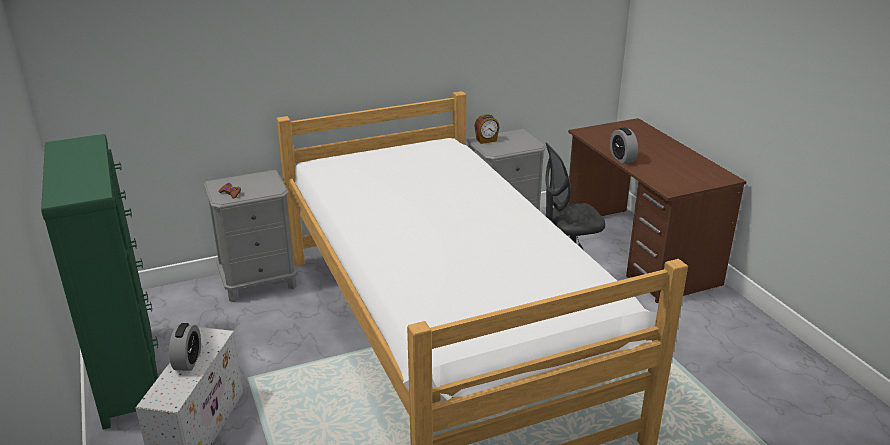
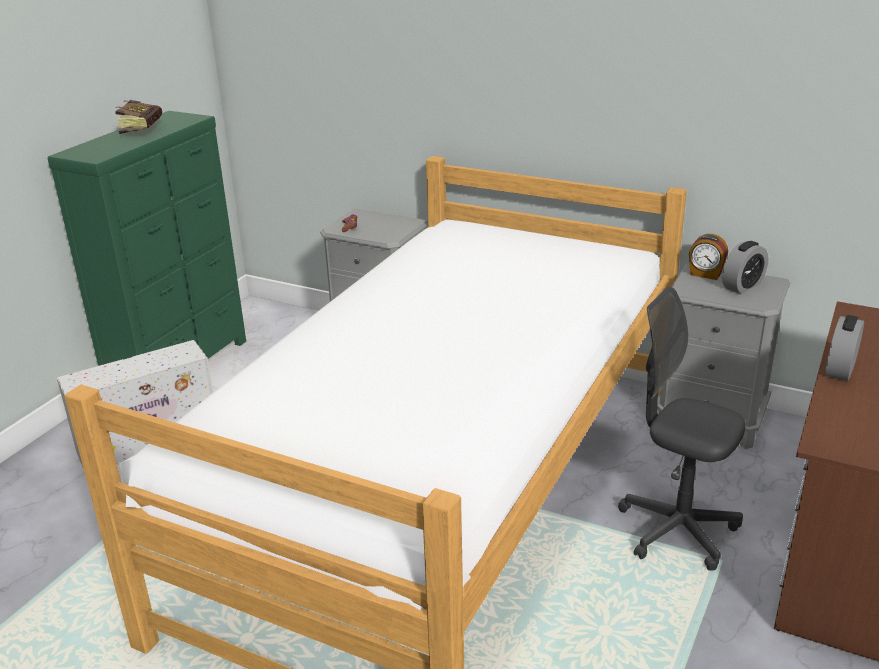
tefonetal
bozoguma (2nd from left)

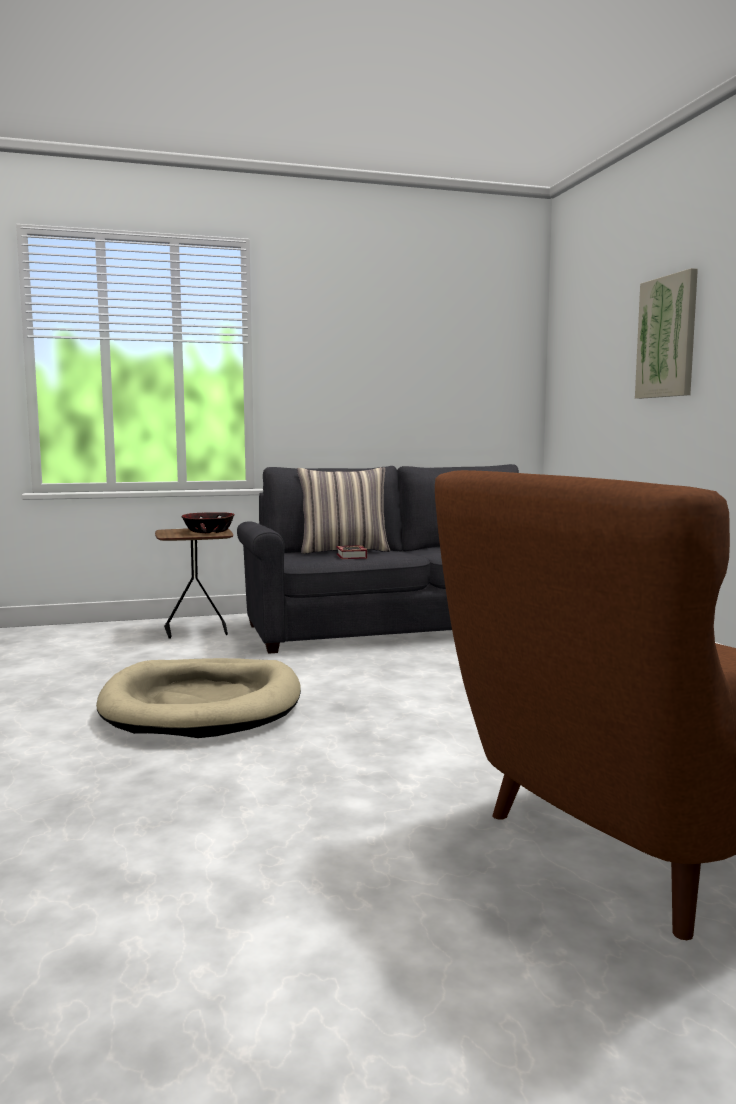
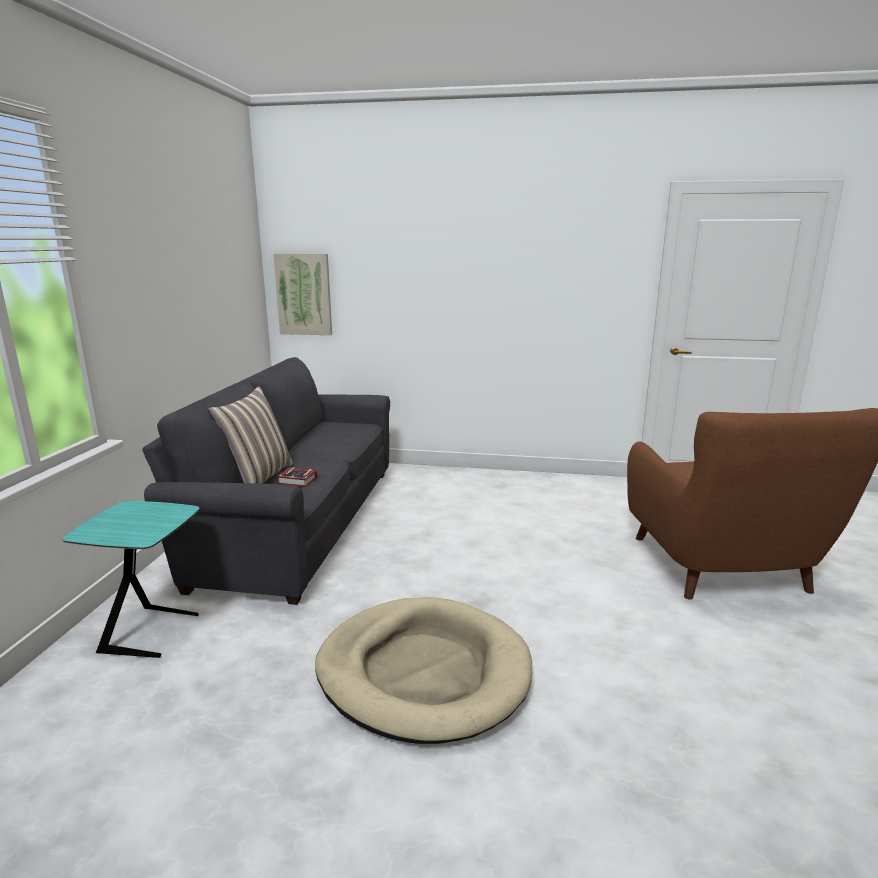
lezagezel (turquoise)
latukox
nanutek

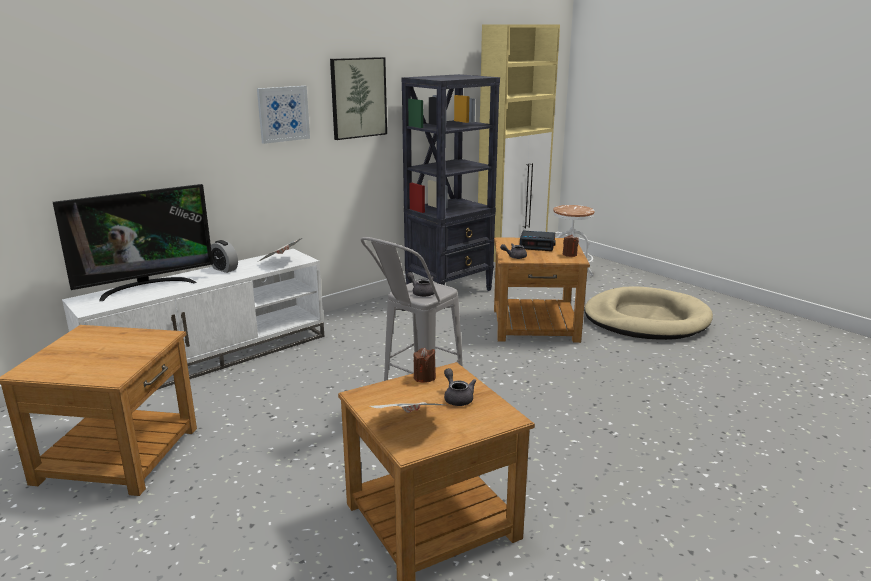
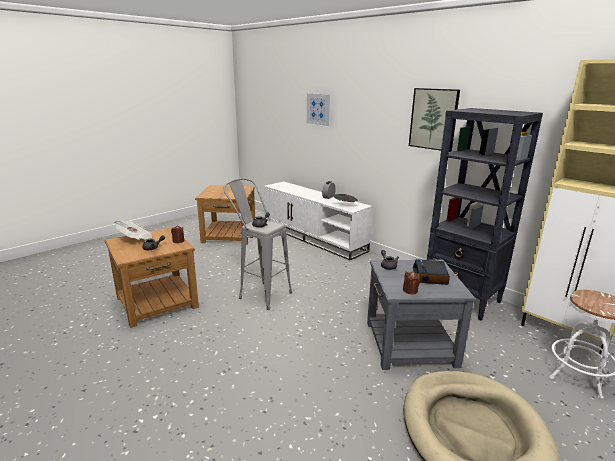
latukox (1st from left)
lezagezel (grey)
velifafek

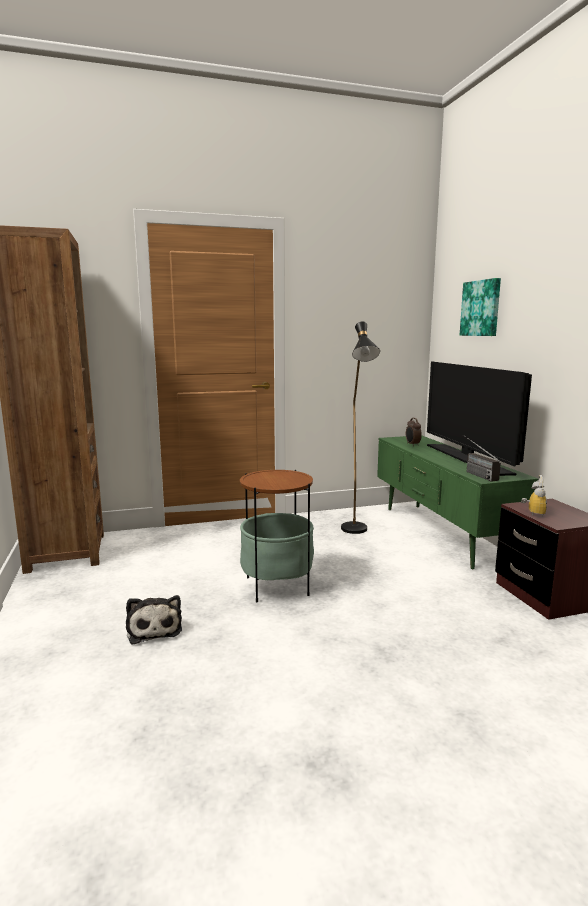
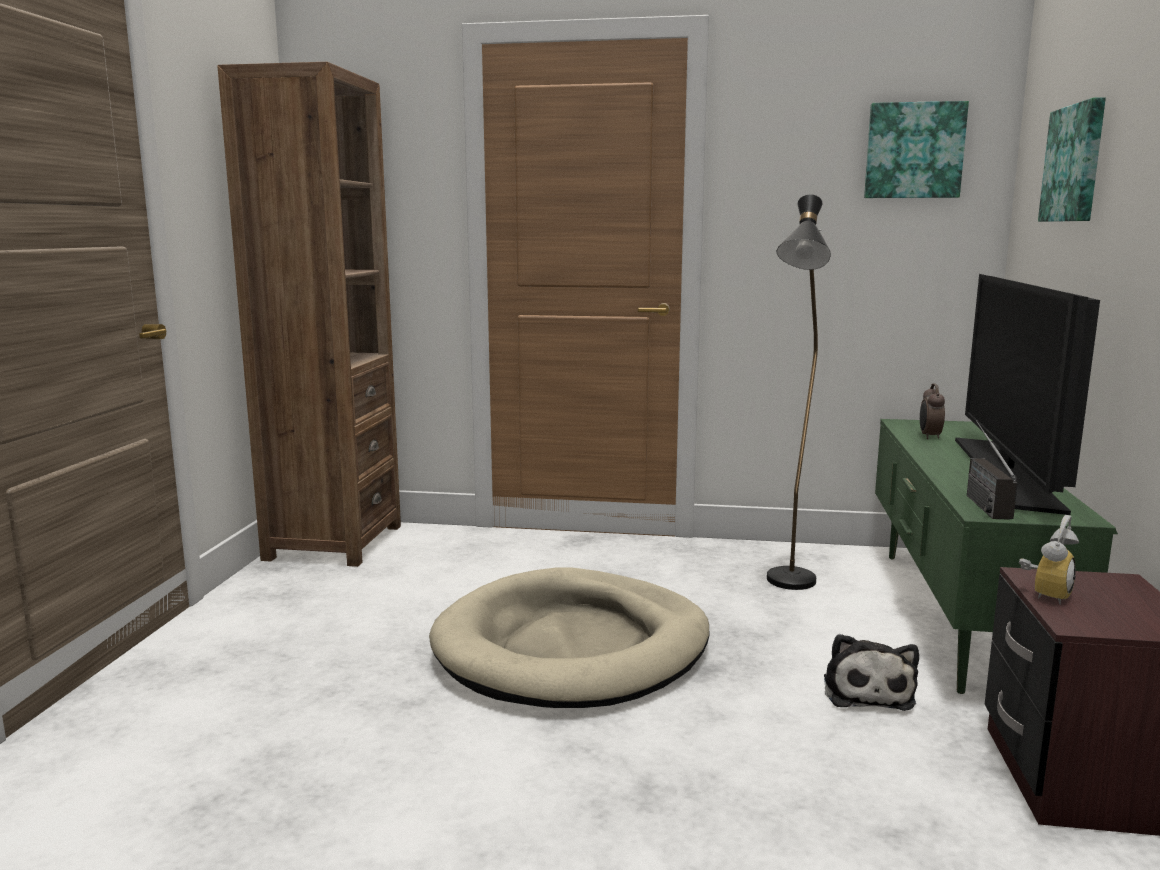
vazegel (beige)
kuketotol
latukox (1st from left)

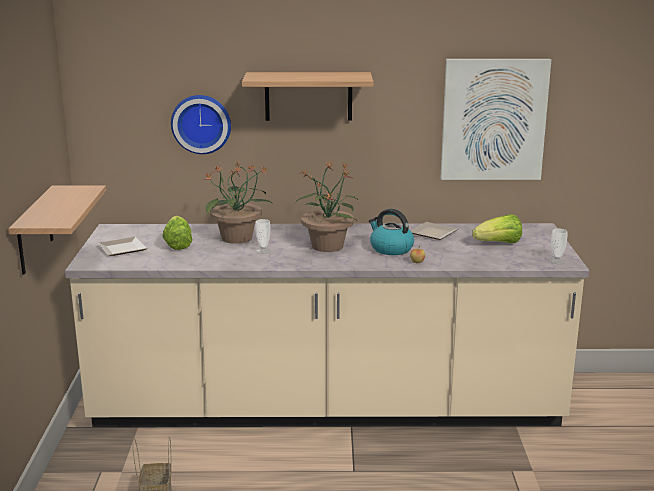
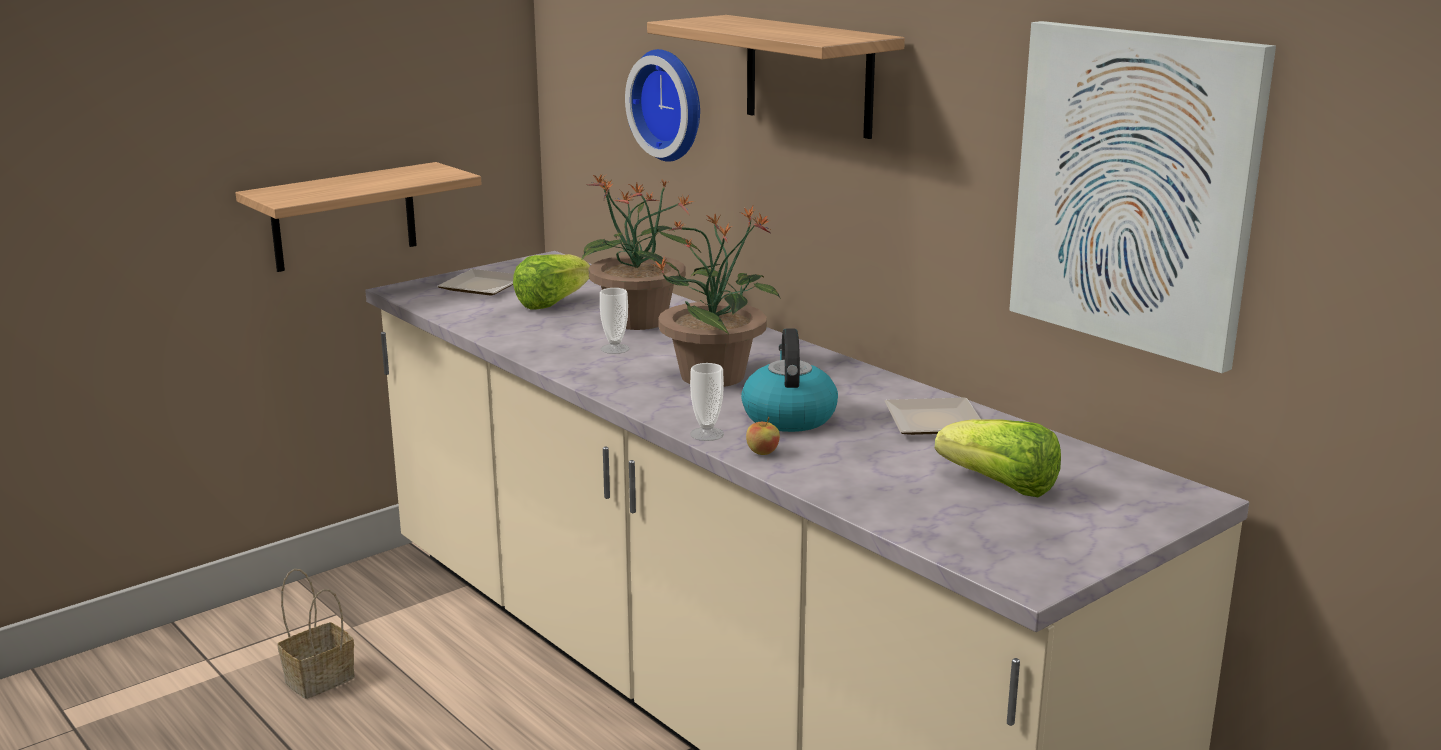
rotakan (2nd from left)

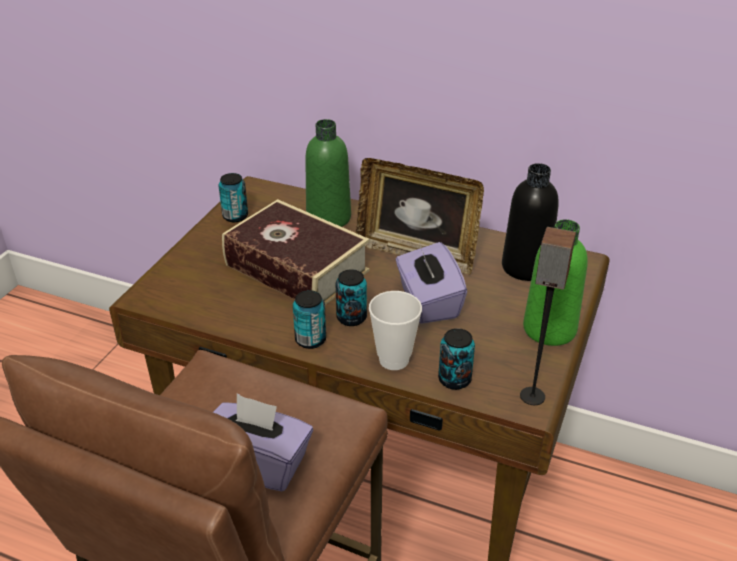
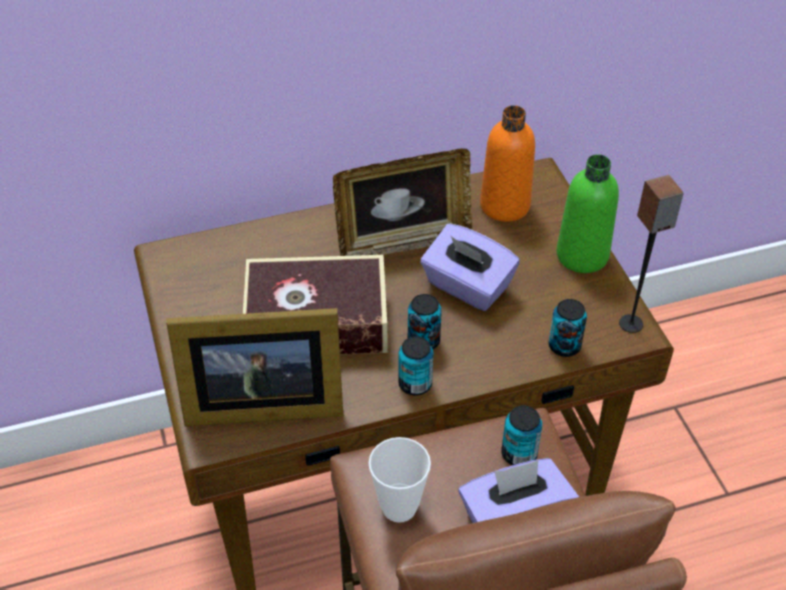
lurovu (1st from left)
rotakan
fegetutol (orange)
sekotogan (3rd from left)
fegetutol (green) (1st from left in the first image)

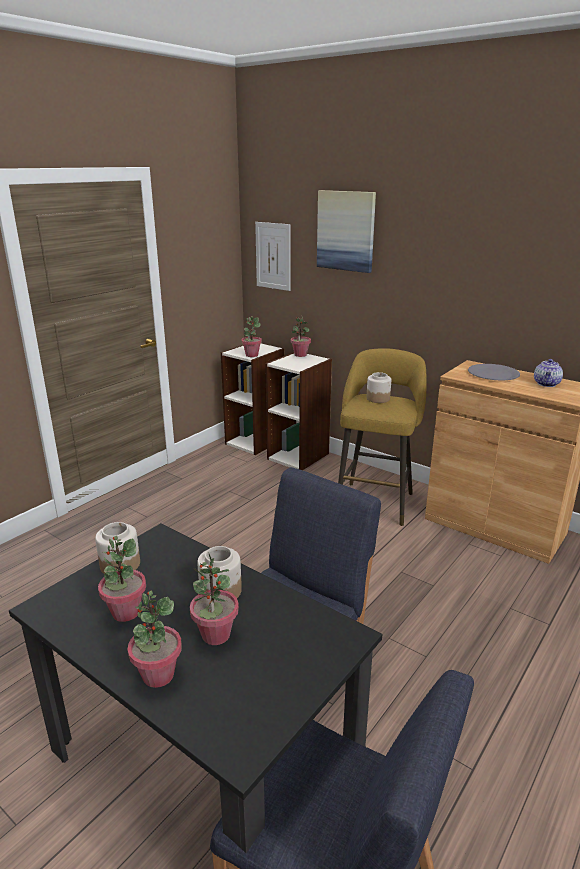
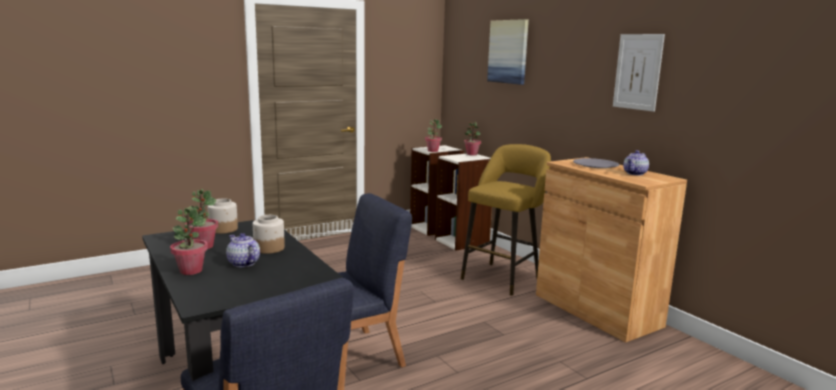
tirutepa (1st from left)
latukox (2nd from left)
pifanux (3rd from left in the first image)

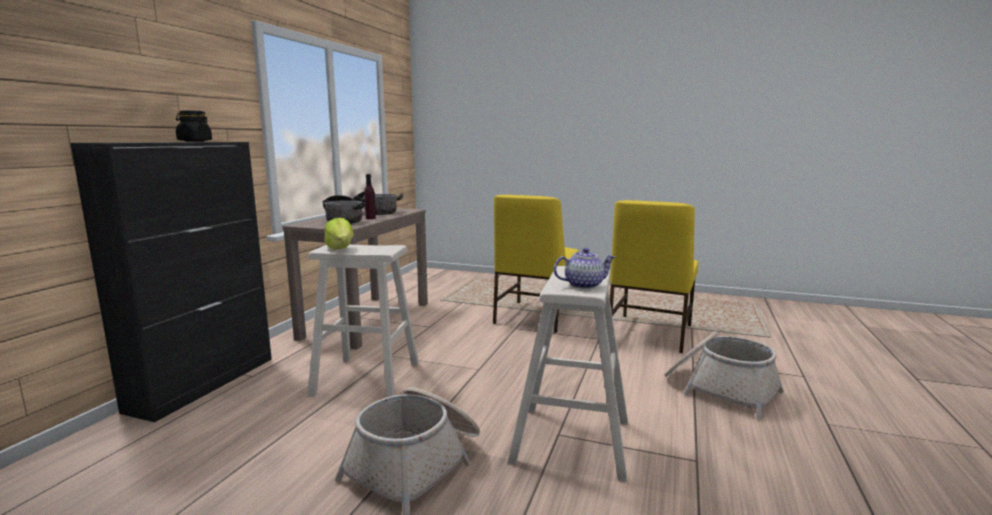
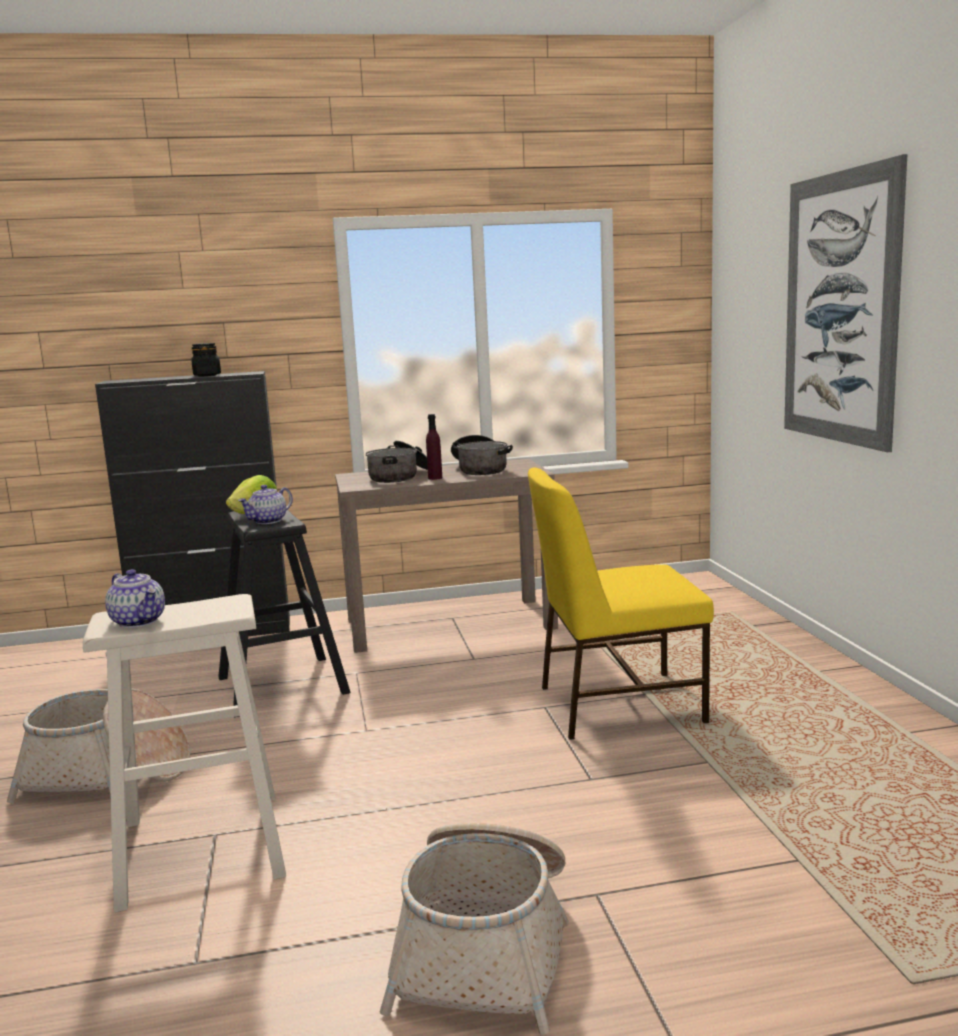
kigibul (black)
tirutepa (2nd from left)
latukox
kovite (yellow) (2nd from left in the first image)

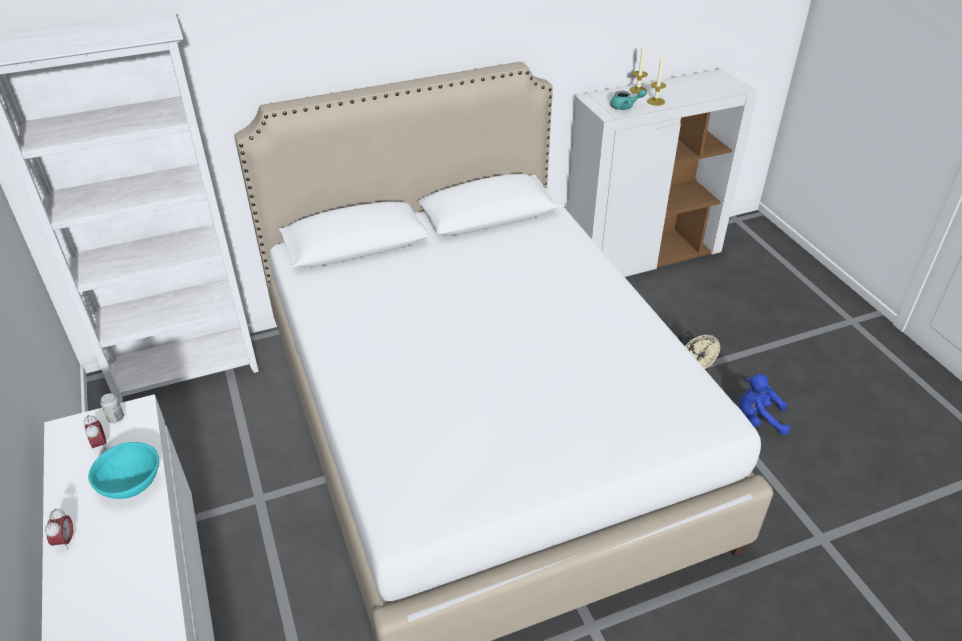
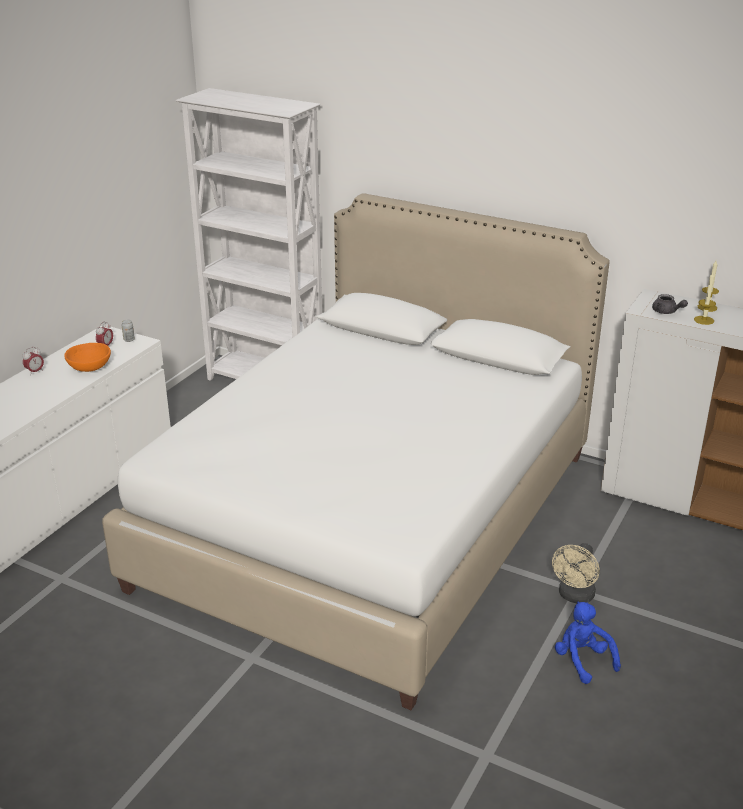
nanutek (orange)
tirutepa (grey)

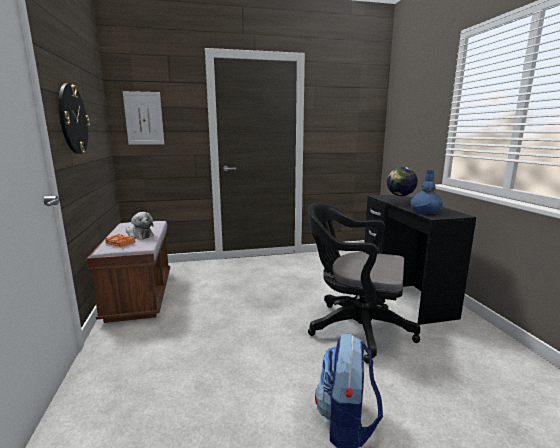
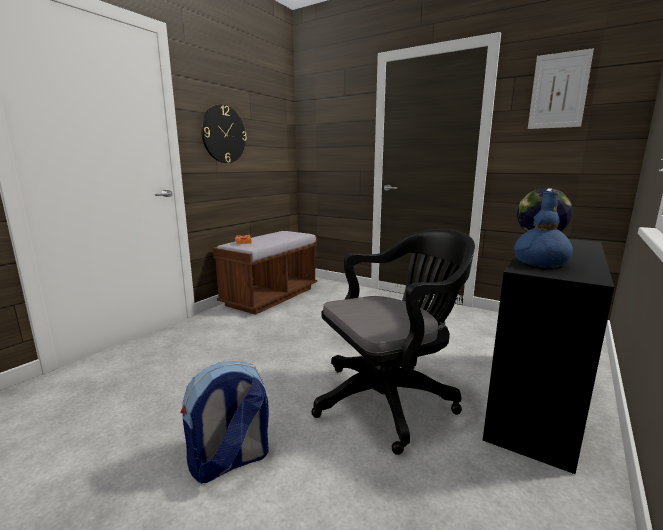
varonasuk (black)
latukox
kuketotol

